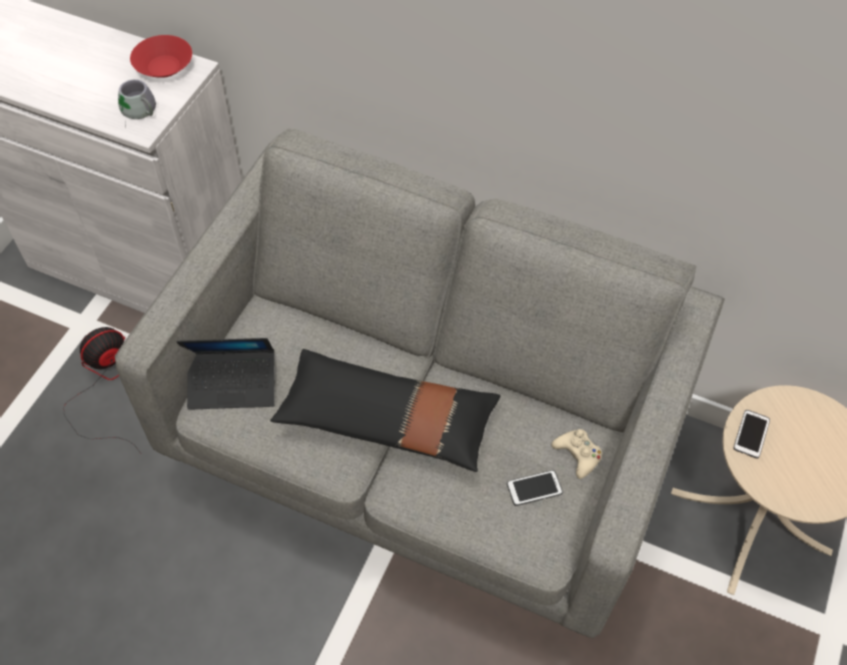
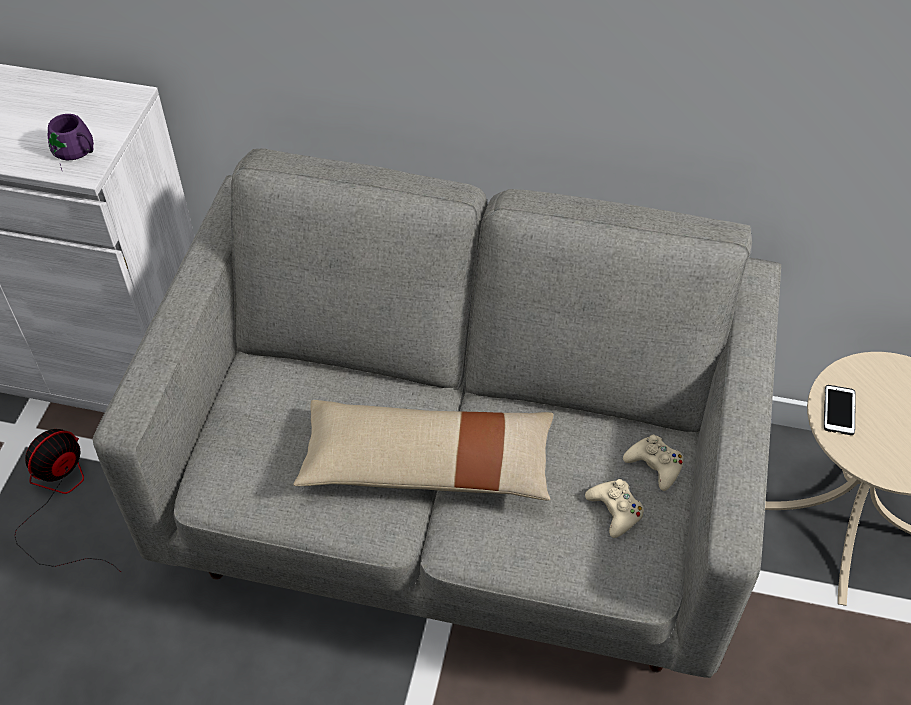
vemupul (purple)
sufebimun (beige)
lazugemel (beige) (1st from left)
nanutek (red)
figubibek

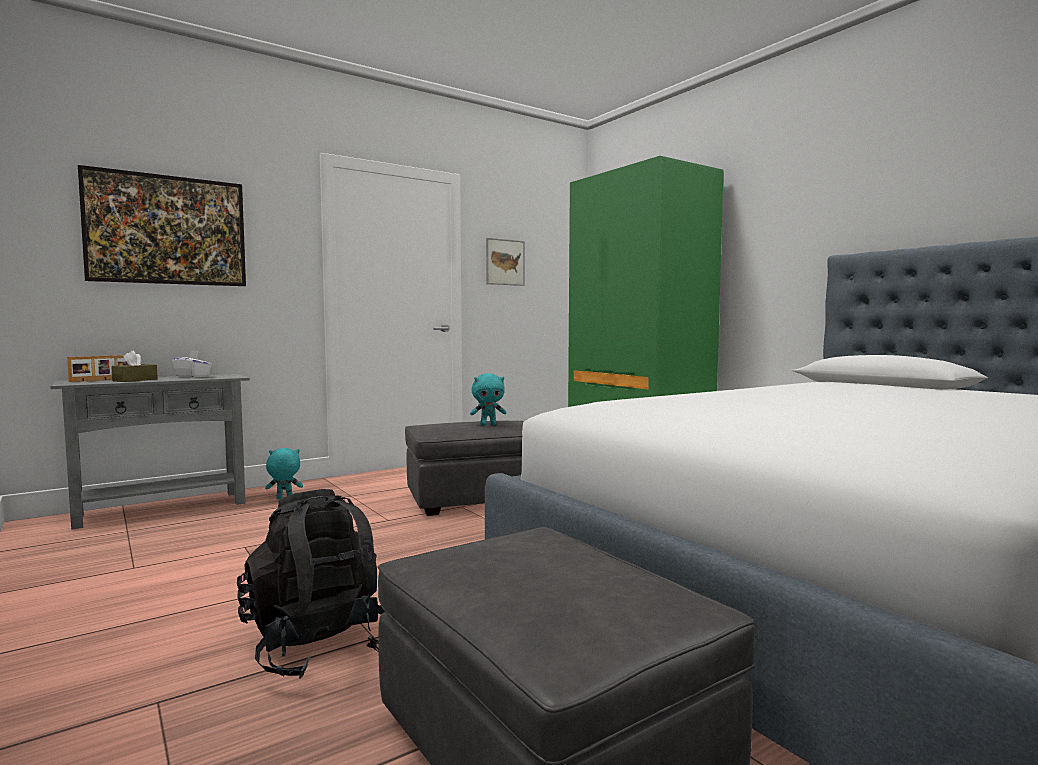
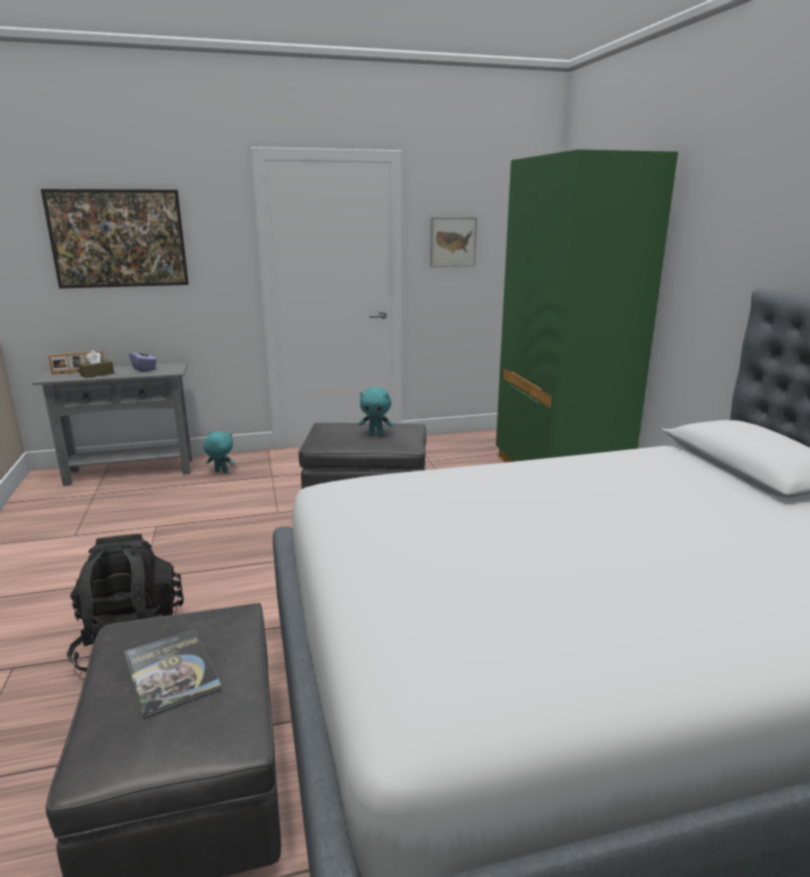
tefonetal
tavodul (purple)

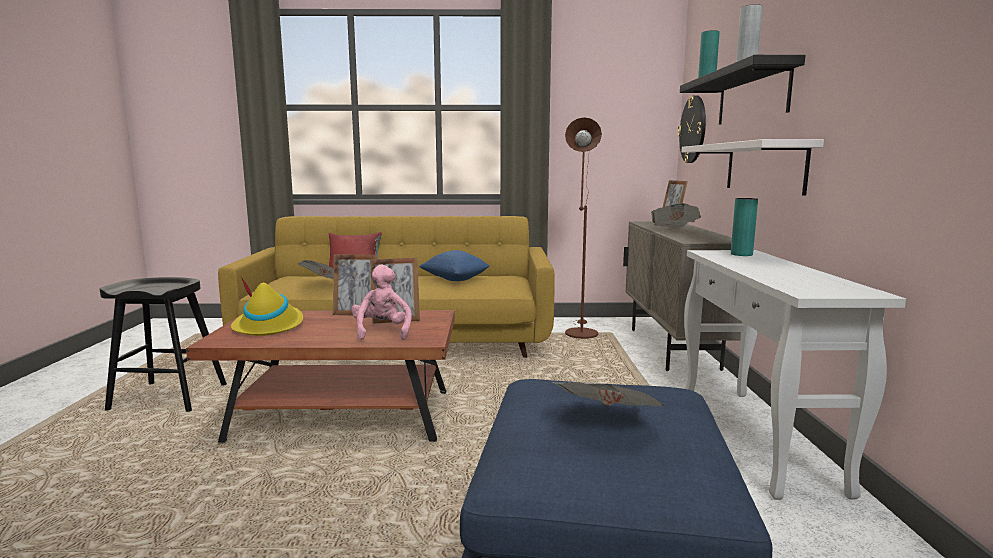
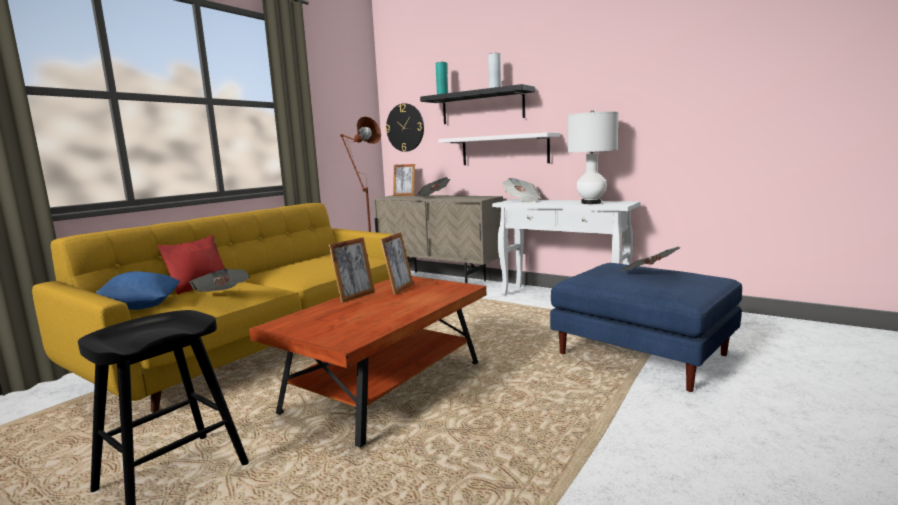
sufebimun (blue)
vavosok (3rd from left)
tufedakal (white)
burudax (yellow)
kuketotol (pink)

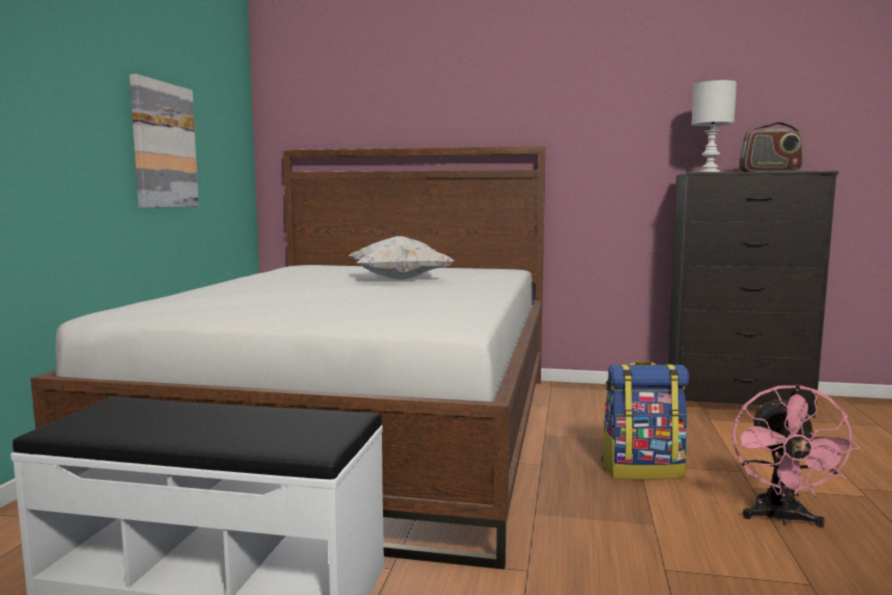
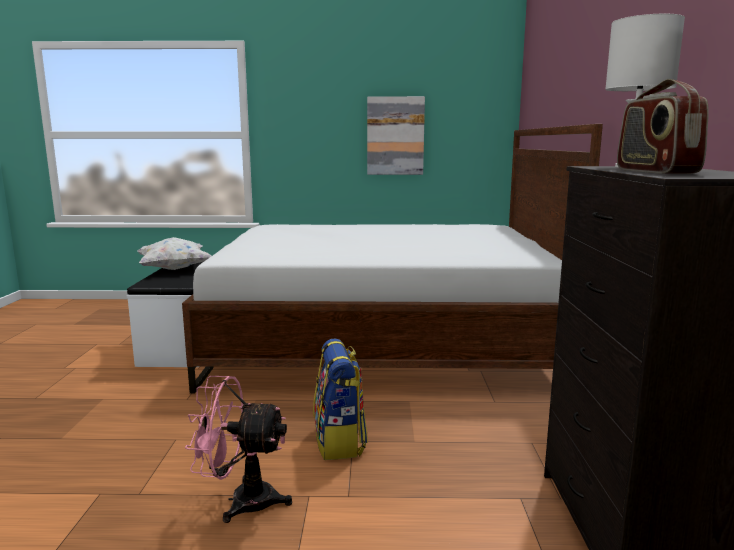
sufebimun (white)

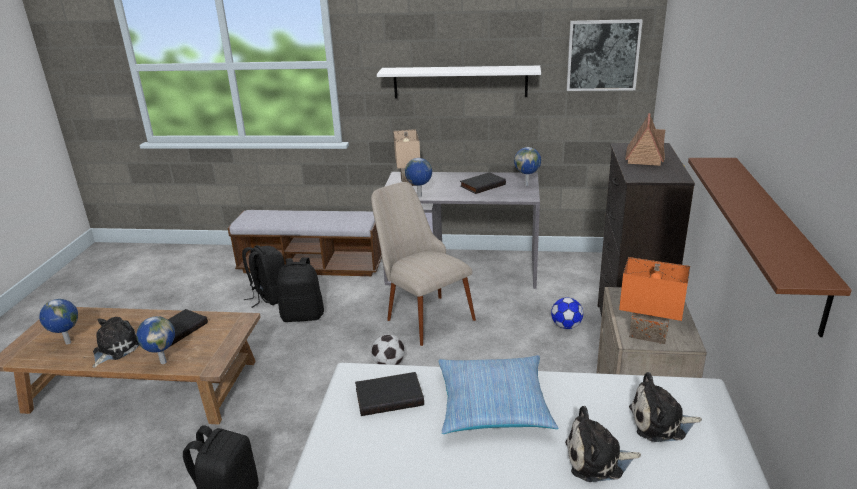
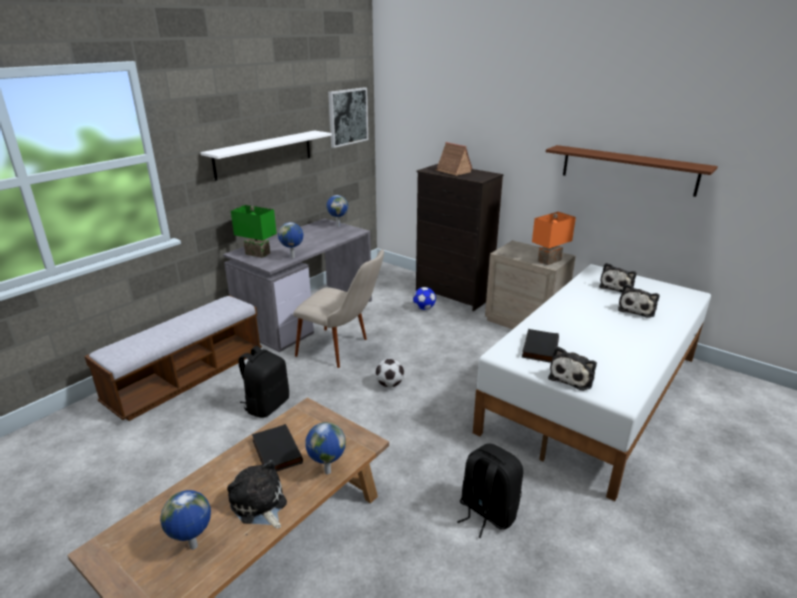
tufedakal (green)
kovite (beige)
kuketotol (2nd from left)
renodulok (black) (2nd from left in the first image)
sufebimun
tefonetal (black) (3rd from left in the first image)

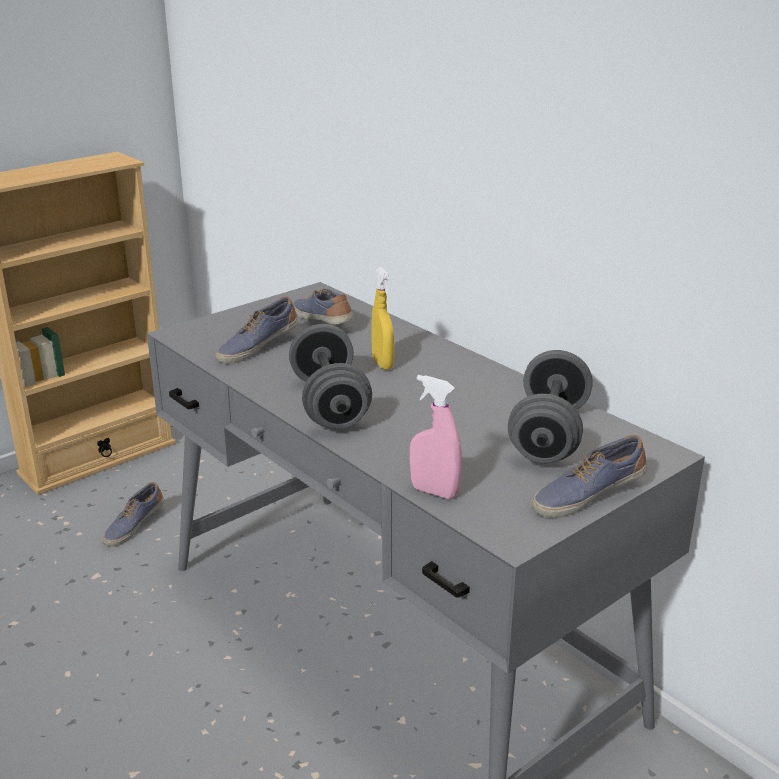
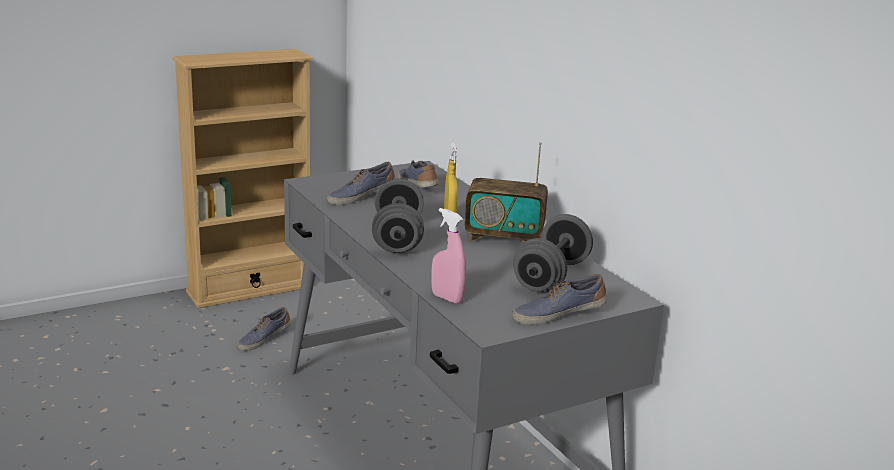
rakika

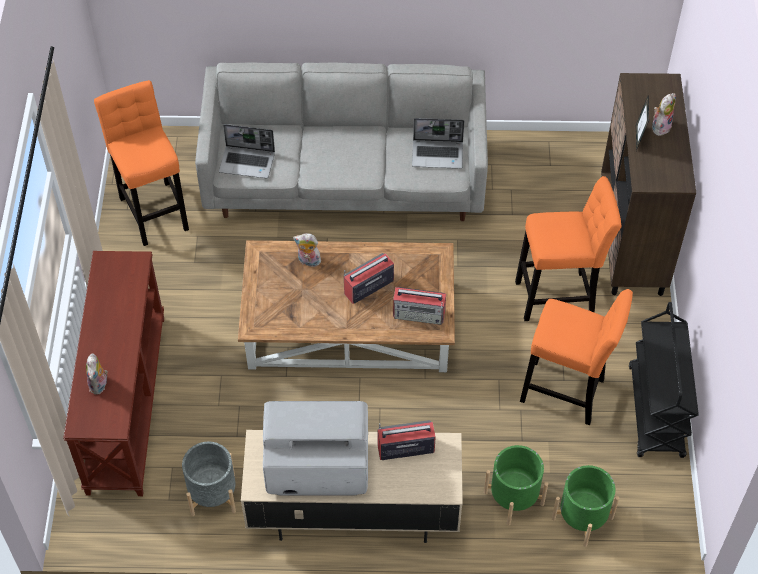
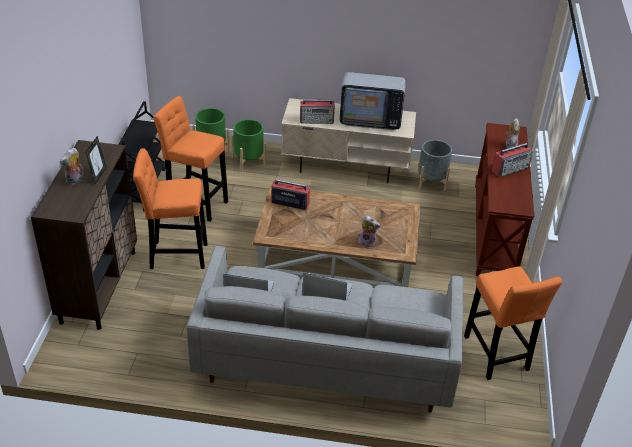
figubibek (2nd from left)
rakika (3rd from left)

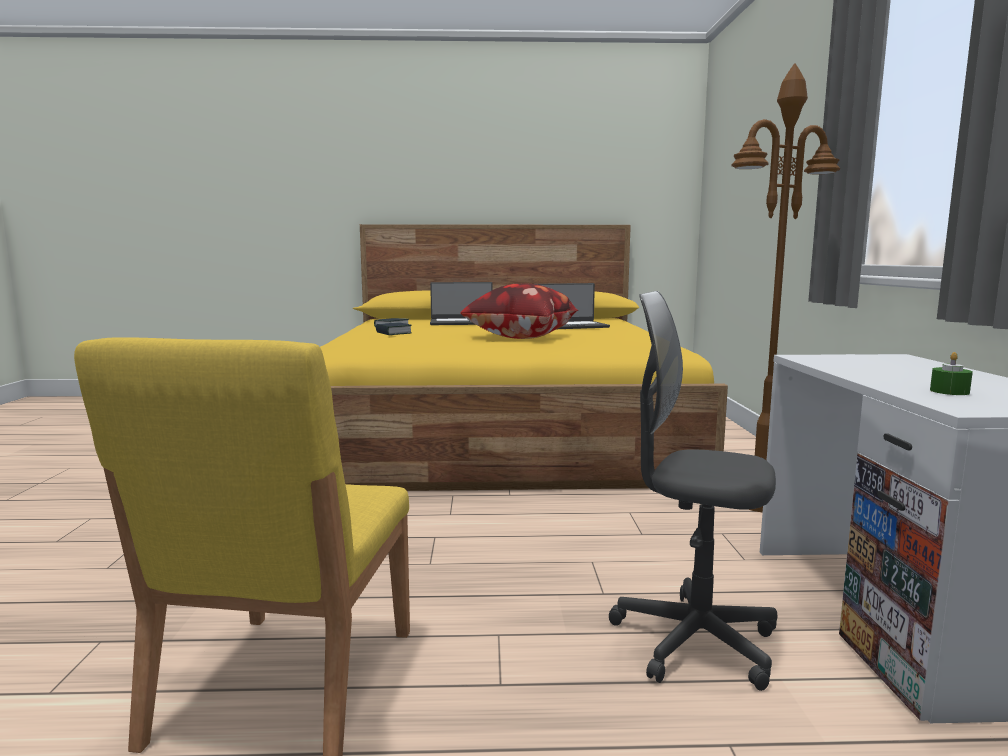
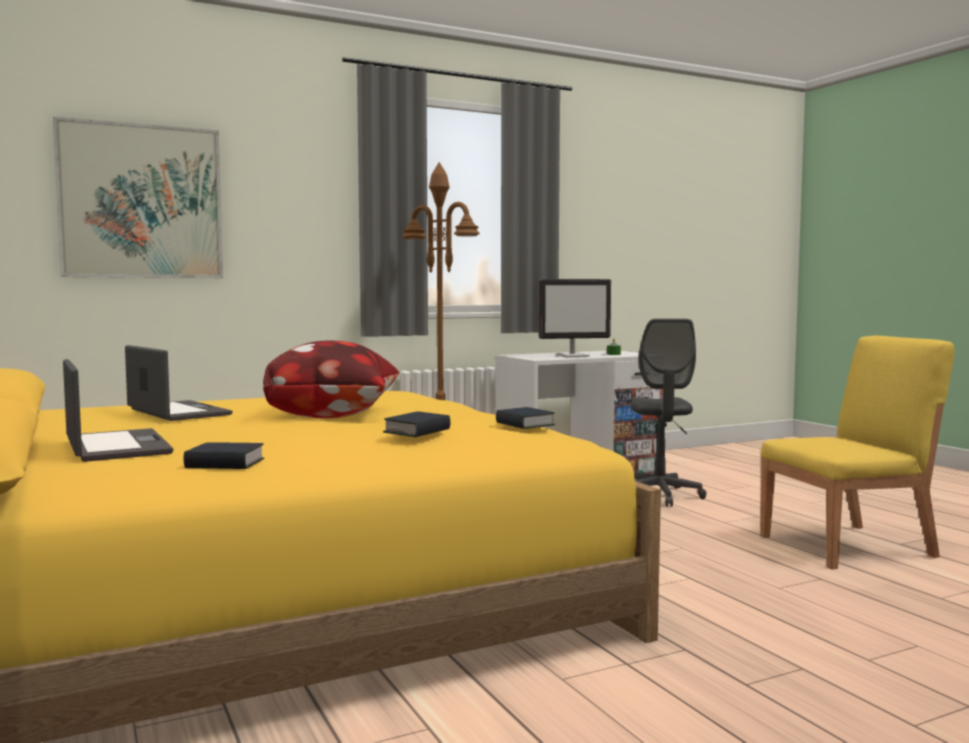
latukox
tefonetal (3rd from left)
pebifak

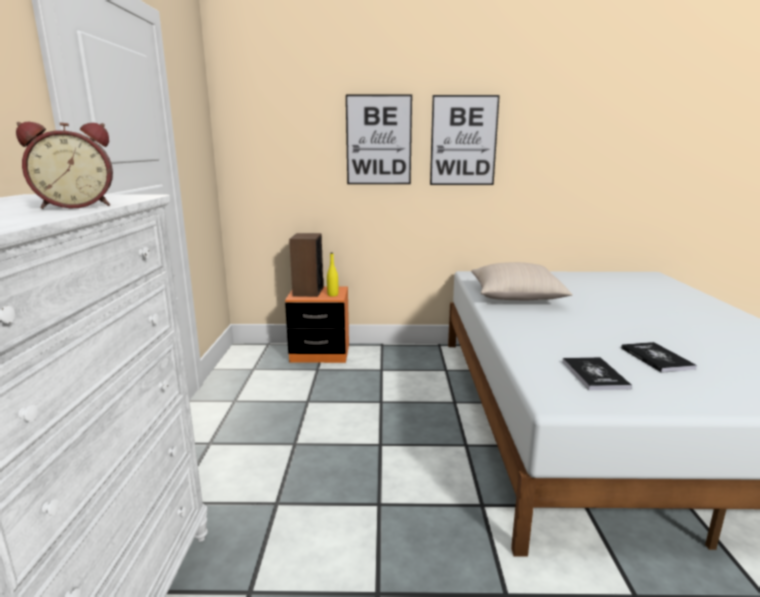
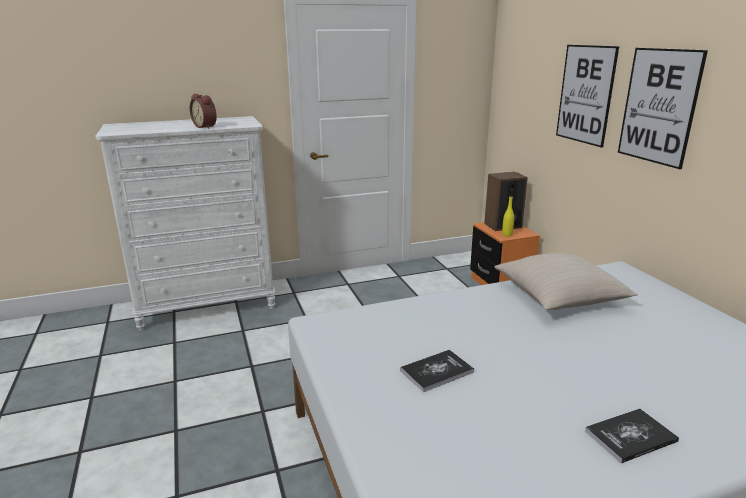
tefonetal (2nd from left)

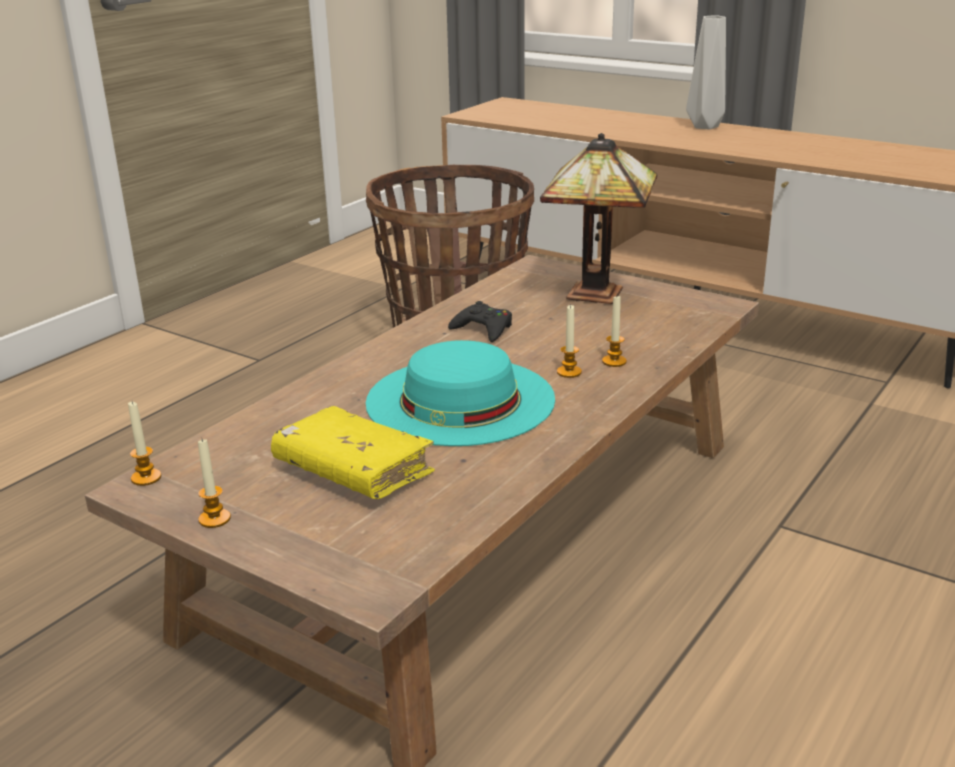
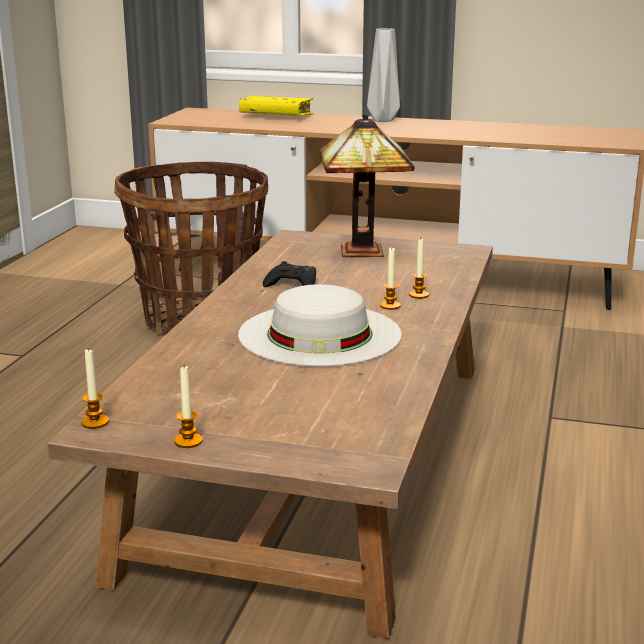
burudax (white)
tefonetal (yellow)

